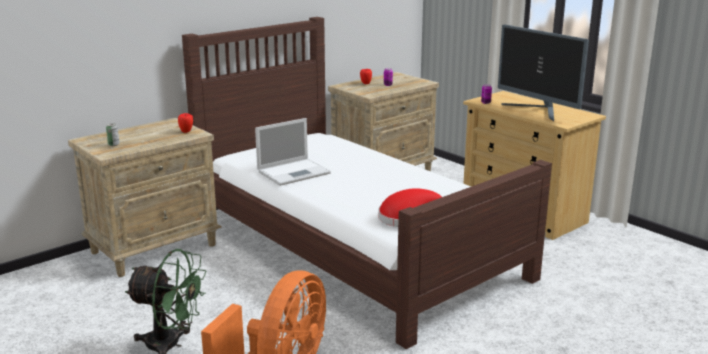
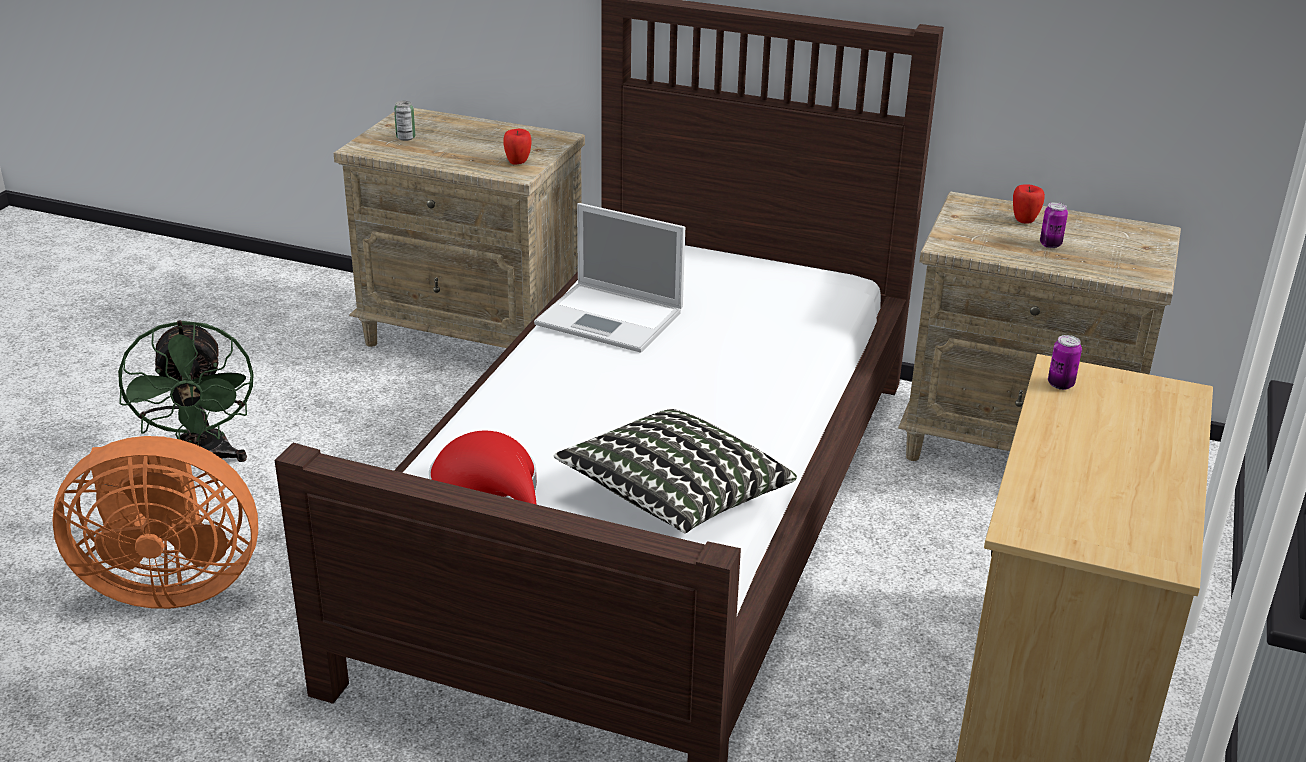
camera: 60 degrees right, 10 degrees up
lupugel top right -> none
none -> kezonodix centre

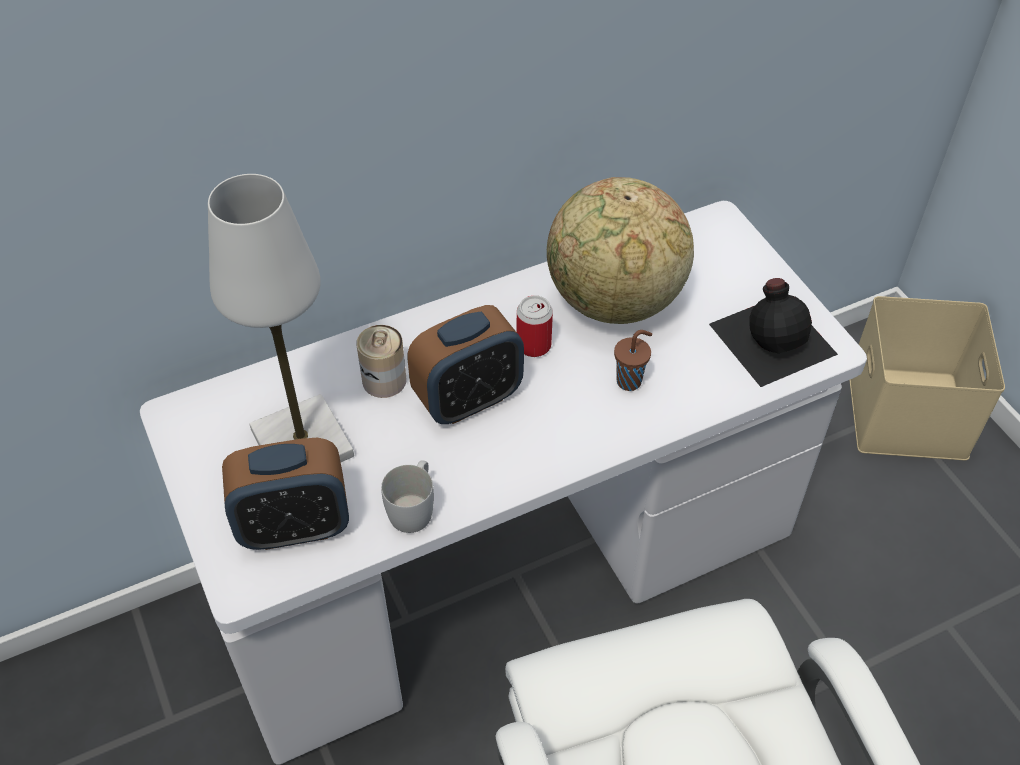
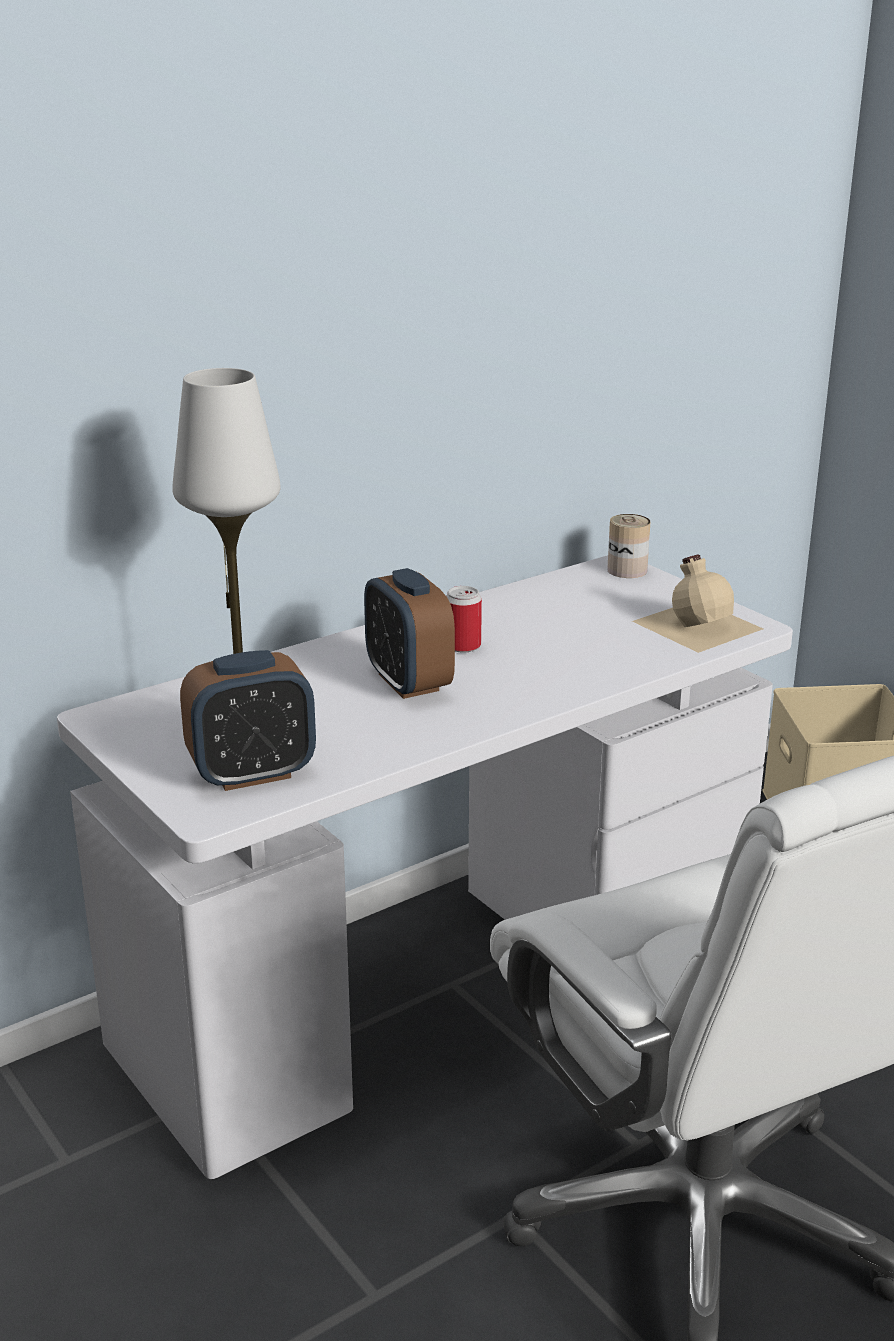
camera: 10 degrees left, 25 degrees down
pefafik (1st from left in the first image) centre -> pefafik (2nd from left) middle right, moved
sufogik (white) centre -> none
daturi (2nd from left) centre, 105 degrees clockwise
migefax top centre -> none
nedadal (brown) centre -> none
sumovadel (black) middle right -> sumovadel (beige) middle right

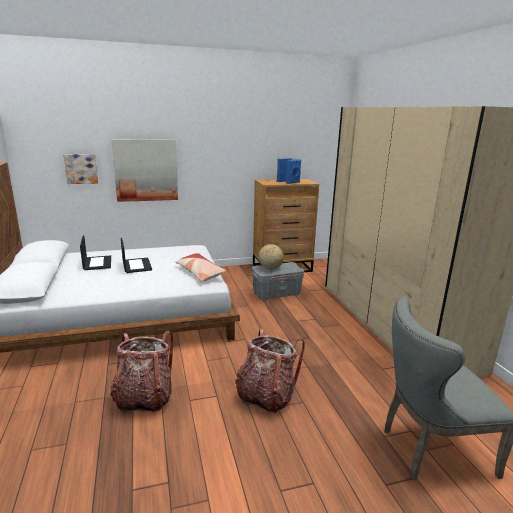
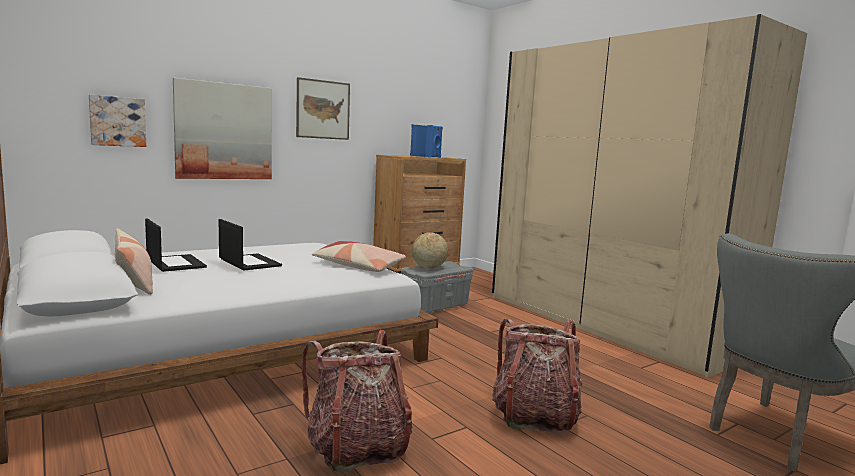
camera: 20 degrees left, 10 degrees down
none -> kezonodix (1st from left) middle left
none -> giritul (3rd from left) top centre

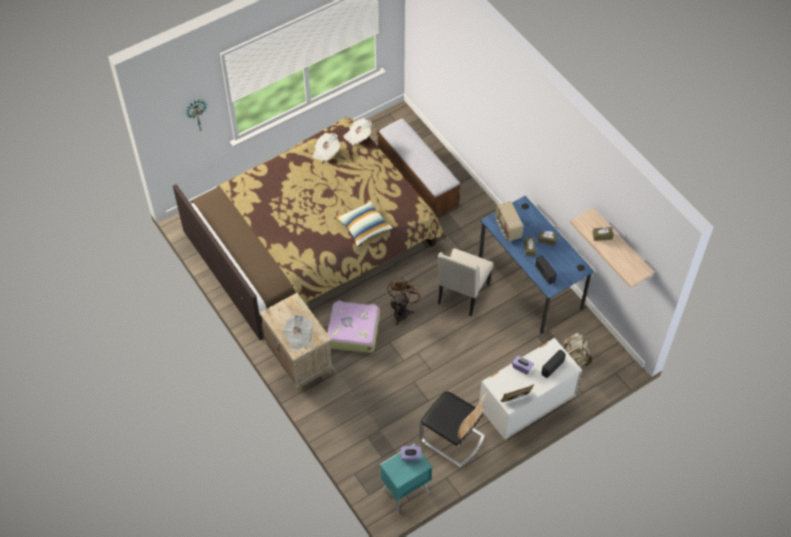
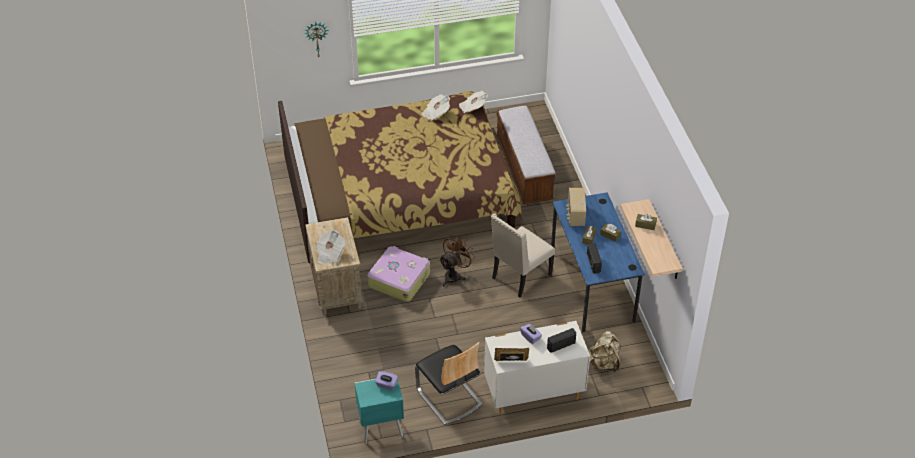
camera: 20 degrees right, 10 degrees down
kezonodix centre -> none

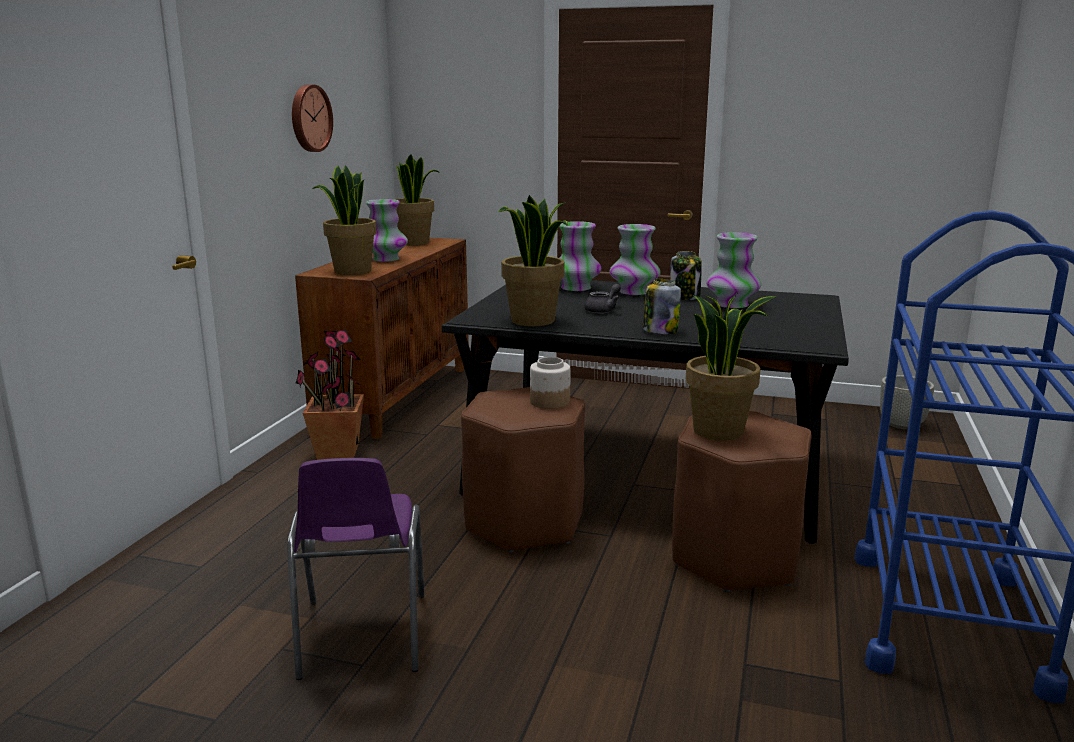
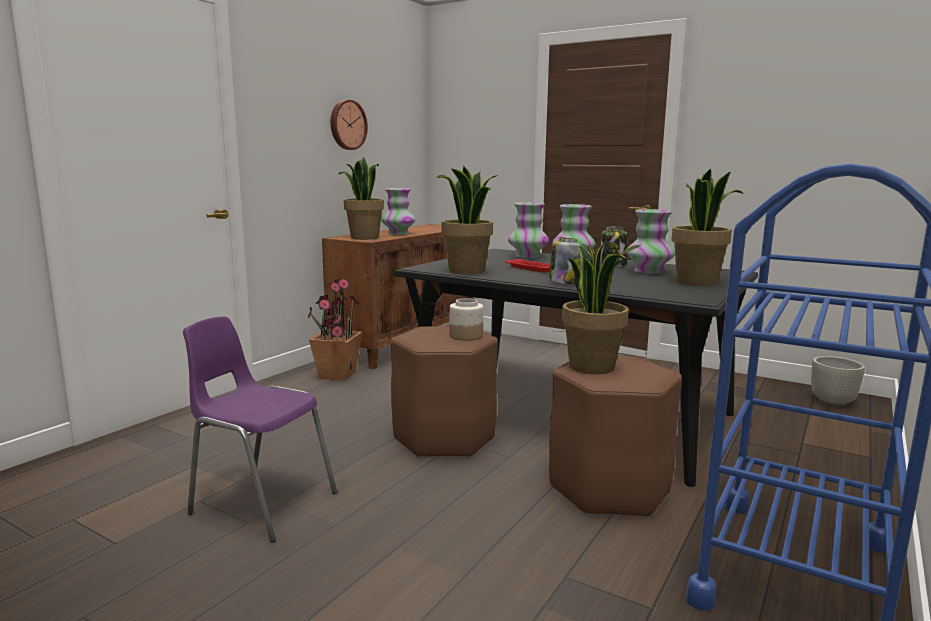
camera: 15 degrees right, 5 degrees down
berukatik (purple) bottom left, 105 degrees clockwise
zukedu (3rd from left in the first image) top centre -> zukedu (5th from left) middle right, moved
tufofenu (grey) centre -> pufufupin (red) centre

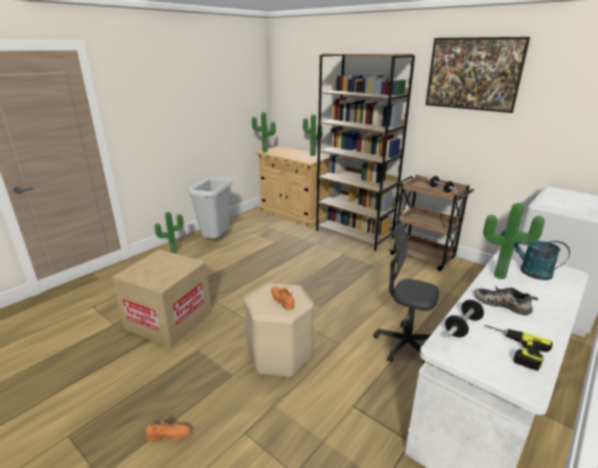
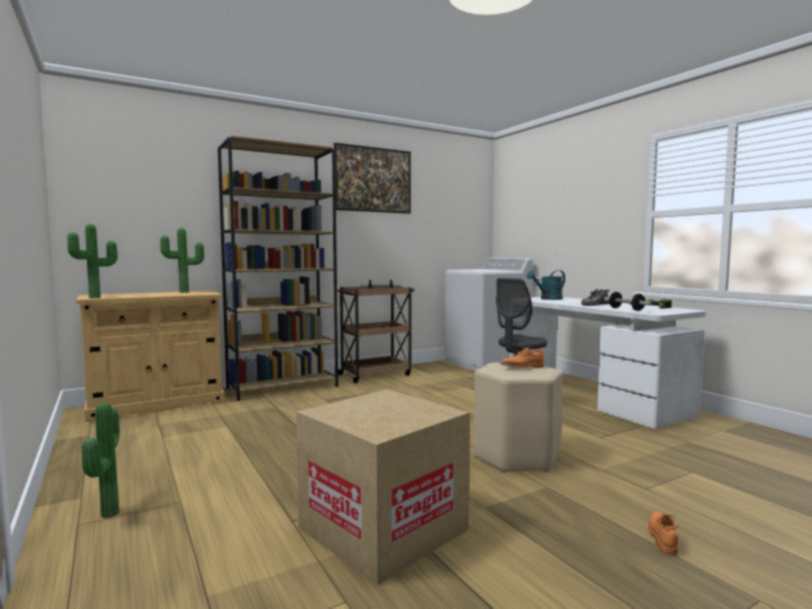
camera: 70 degrees left, 20 degrees down
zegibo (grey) centre -> none
zukedu (4th from left) middle right -> none

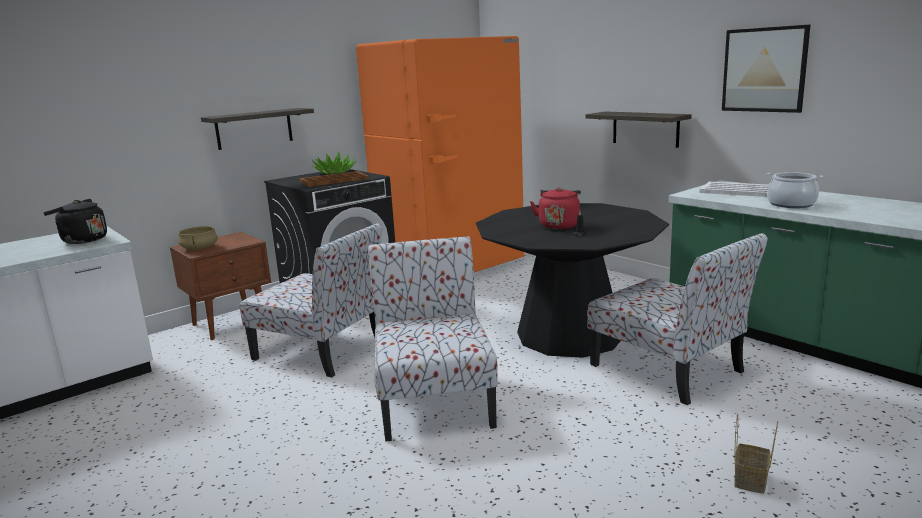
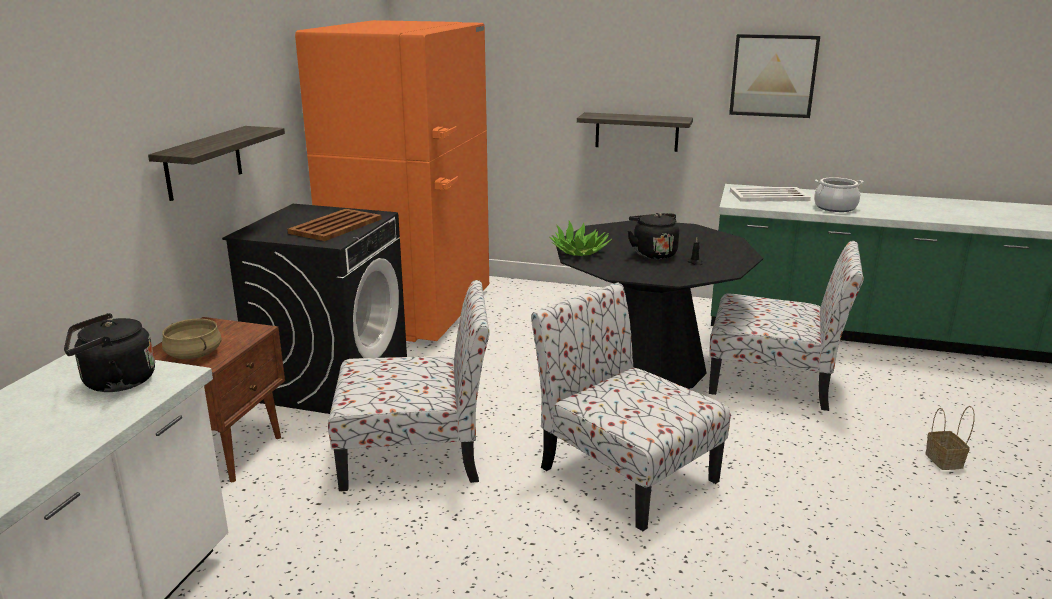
camera: 35 degrees left, 5 degrees up
zukedu top centre -> zukedu centre, moved
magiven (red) centre -> magiven (black) (2nd from left) centre

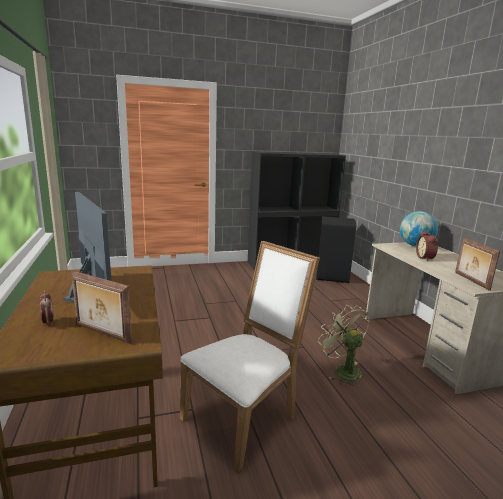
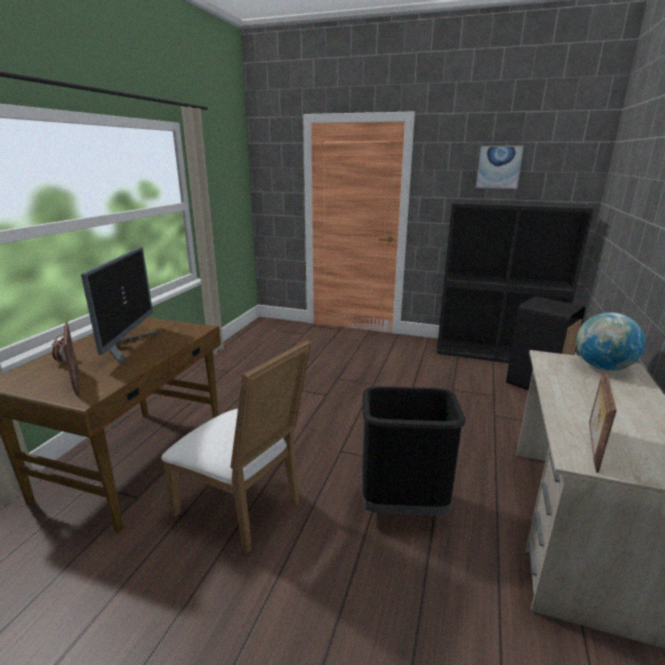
camera: 35 degrees right, 5 degrees up
berukatik (white) bottom centre, 45 degrees clockwise
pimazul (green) bottom right -> zegibo (black) (1st from left) bottom centre
daturi (2nd from left) middle right -> none
none -> giritul top right

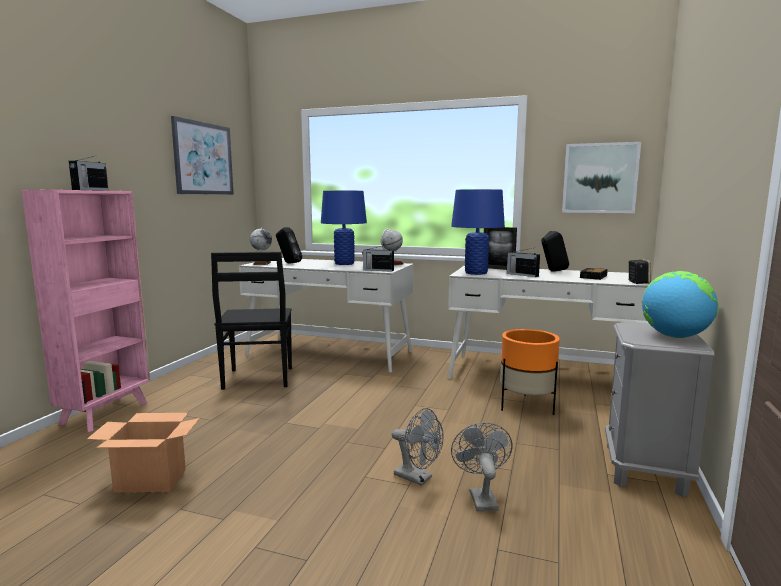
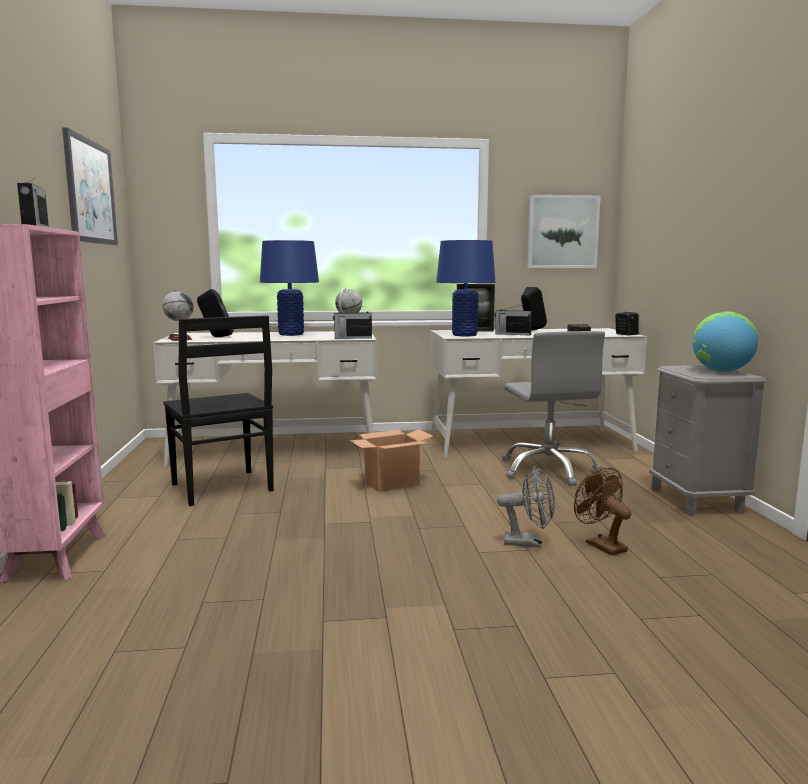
camera: 25 degrees left, 0 degrees up
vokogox bottom left -> vokogox centre, moved
pimazul (grey) (2nd from left) bottom centre -> pimazul (brown) middle right
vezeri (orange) middle right -> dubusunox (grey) middle right

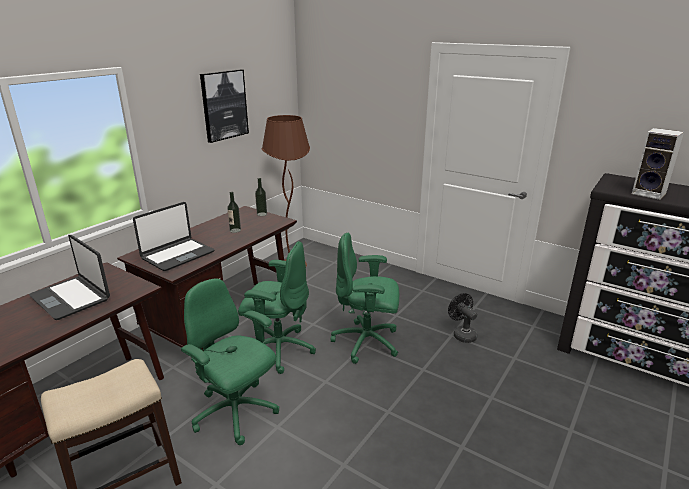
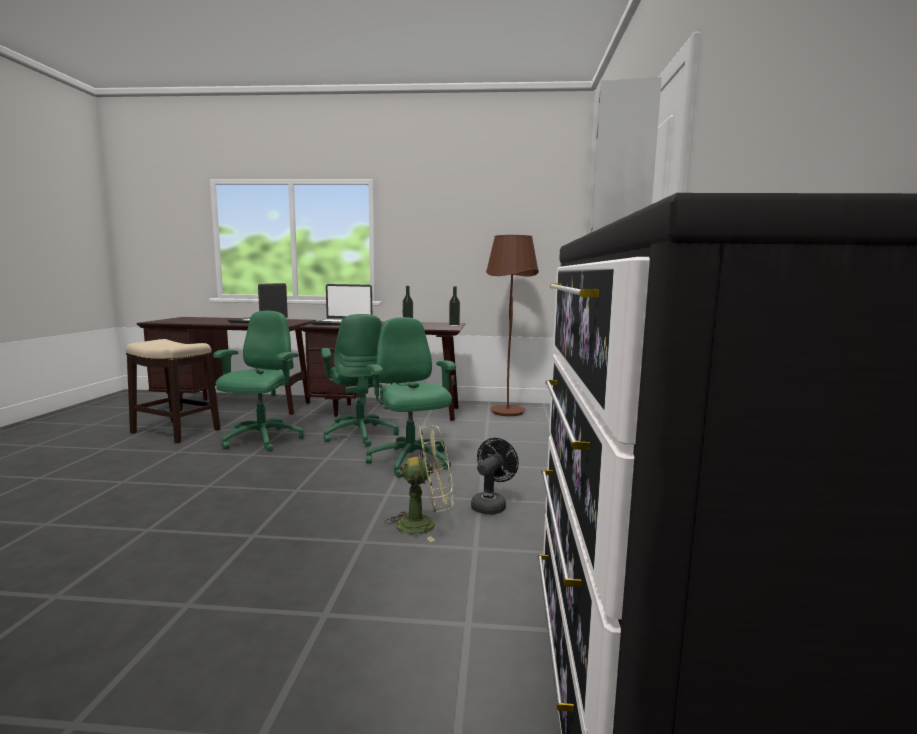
camera: 60 degrees right, 15 degrees down
giritul top left -> none
none -> pimazul (green) centre

